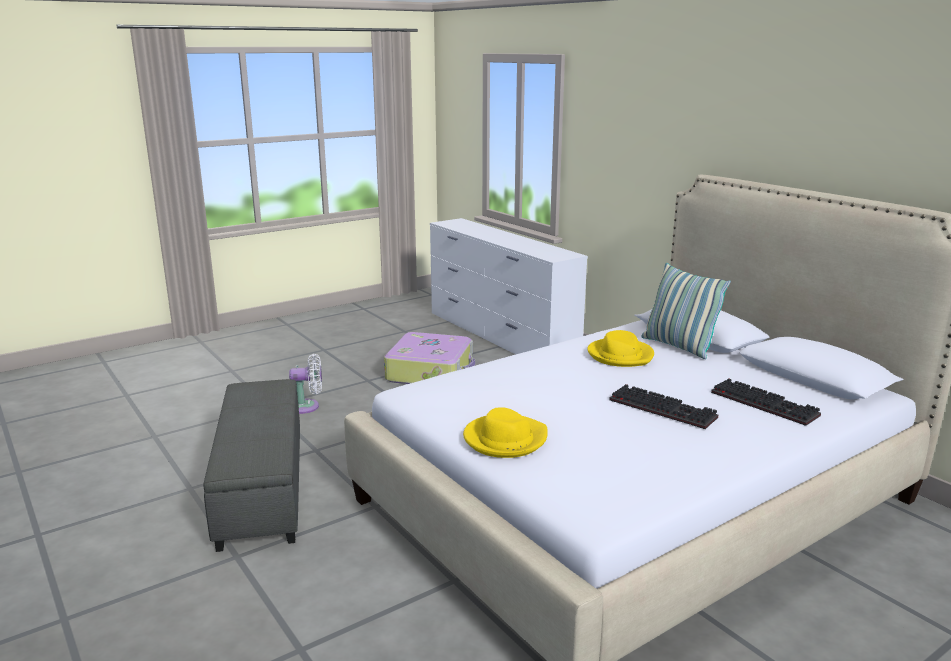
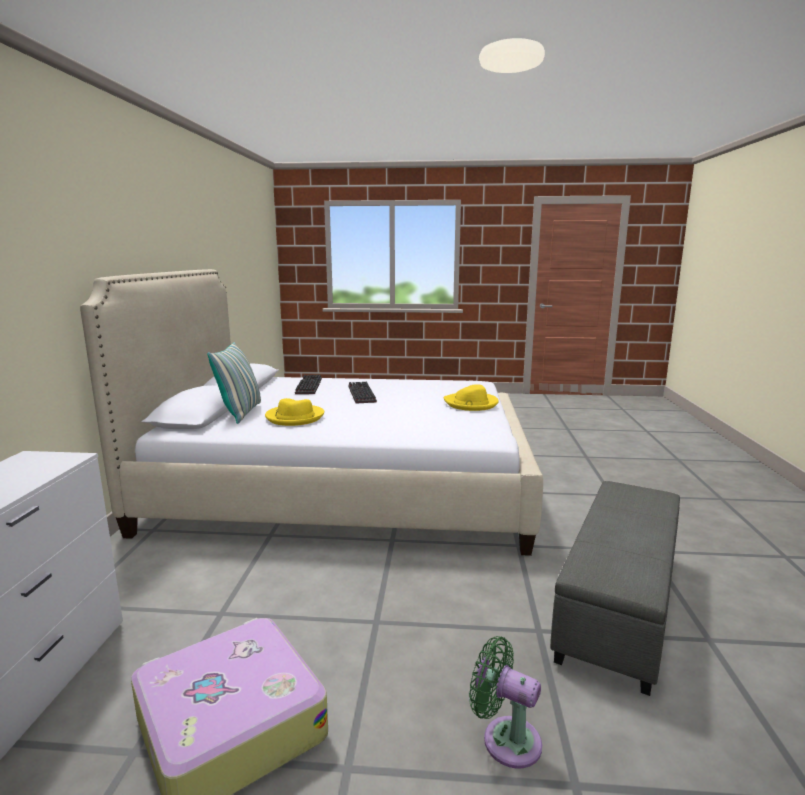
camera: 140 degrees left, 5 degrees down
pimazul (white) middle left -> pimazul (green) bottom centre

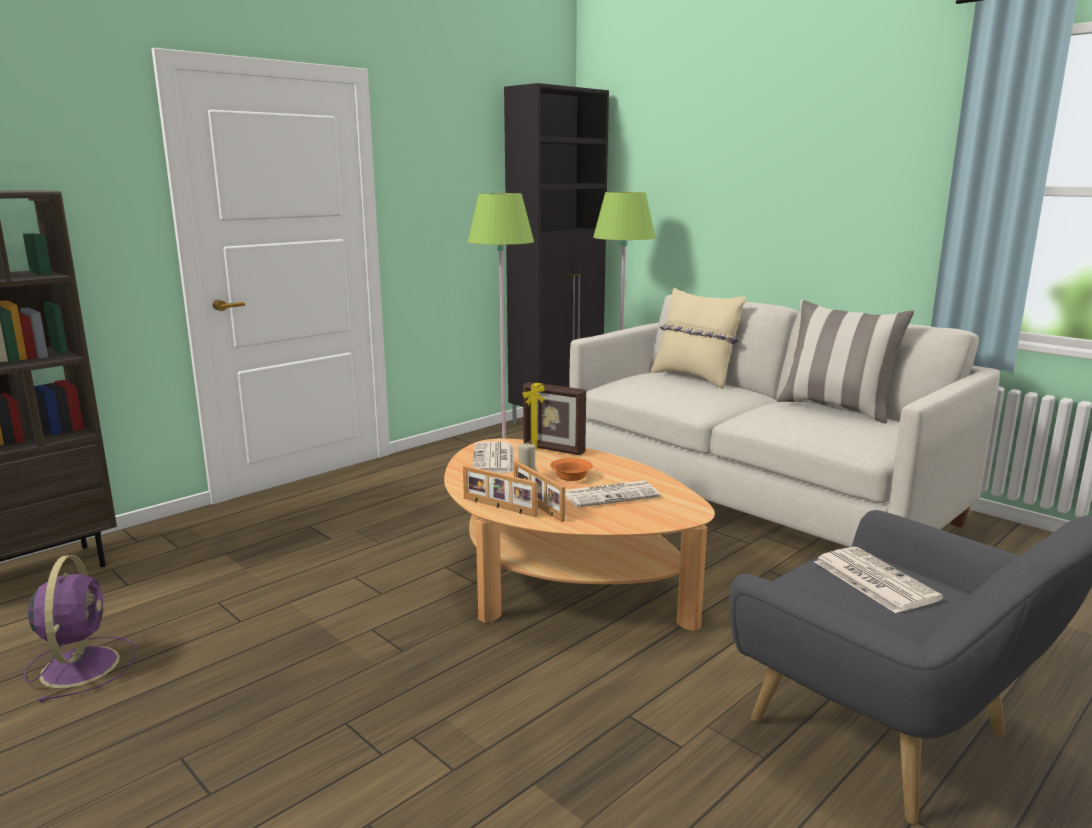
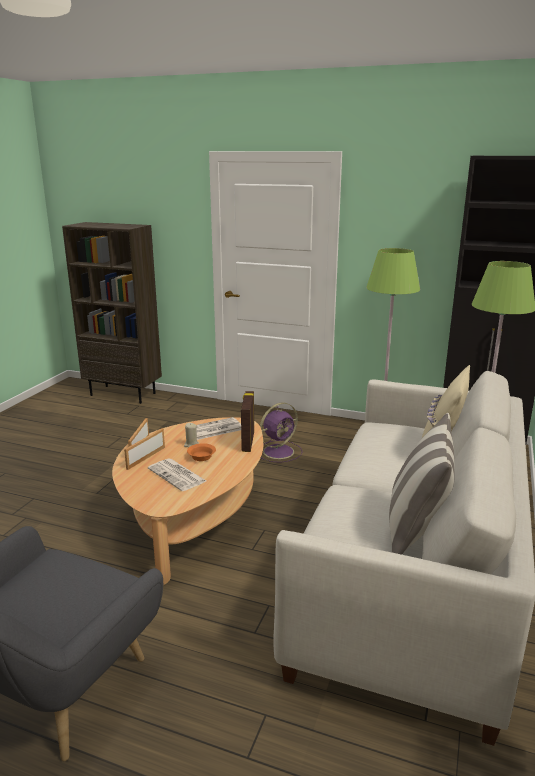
camera: 65 degrees right, 5 degrees up
pimazul (purple) bottom left -> pimazul (purple) centre, moved
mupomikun (3rd from left) bottom right -> none

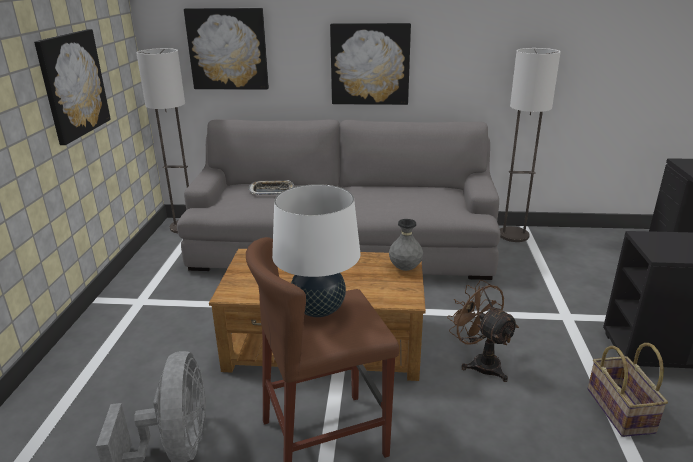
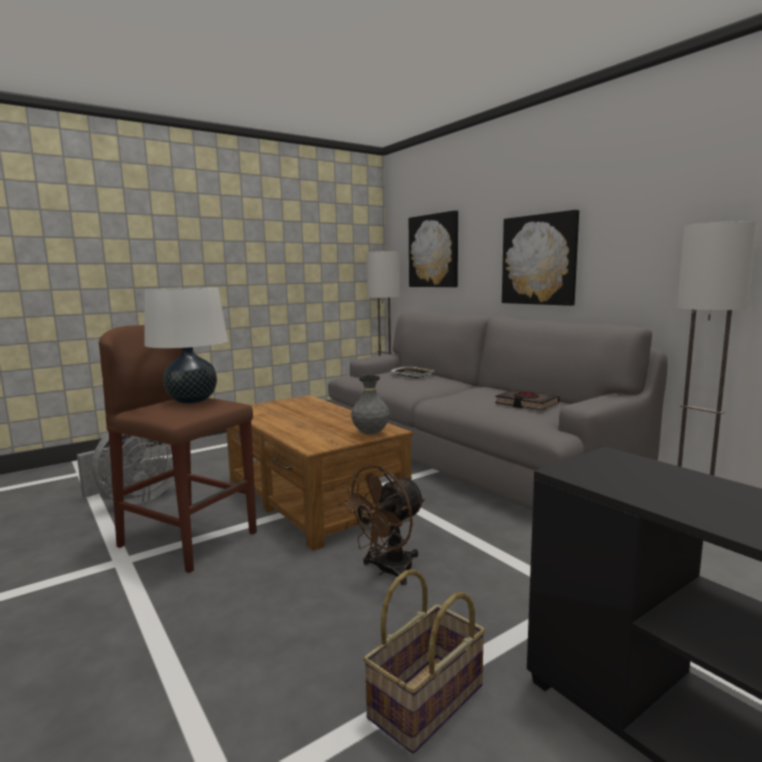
camera: 50 degrees right, 15 degrees down
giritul (1st from left) top left -> none
pimazul (brown) bottom right -> pimazul (brown) bottom centre, 150 degrees counterclockwise
none -> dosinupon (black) middle right

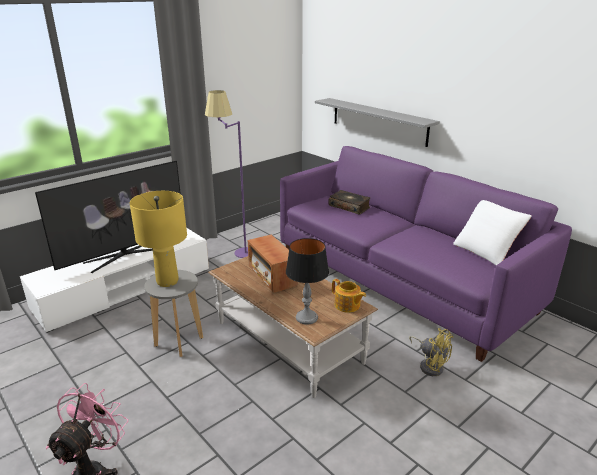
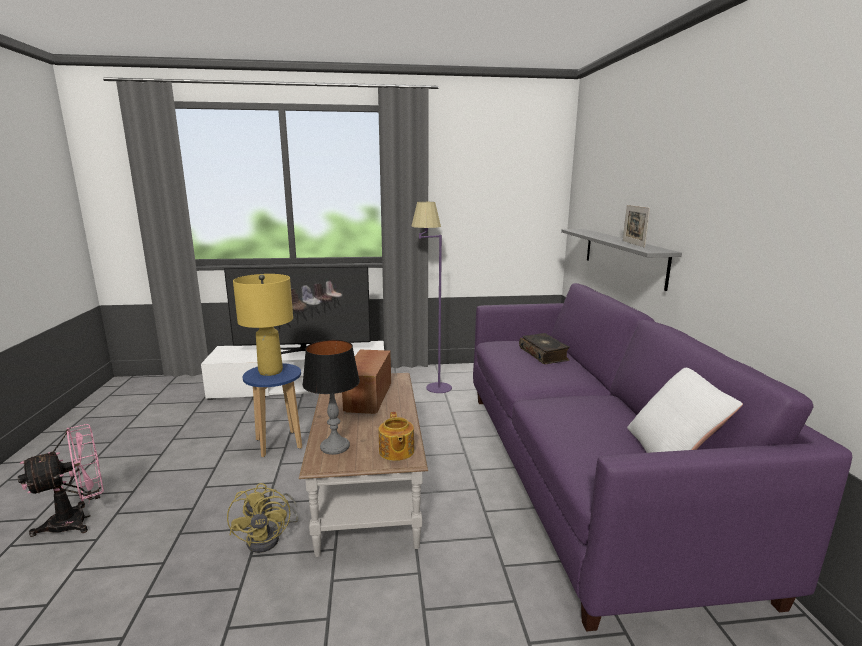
camera: 35 degrees right, 10 degrees down
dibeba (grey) middle left -> dibeba (blue) middle left
pimazul (yellow) bottom right -> pimazul (yellow) bottom left, moved
none -> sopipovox middle right

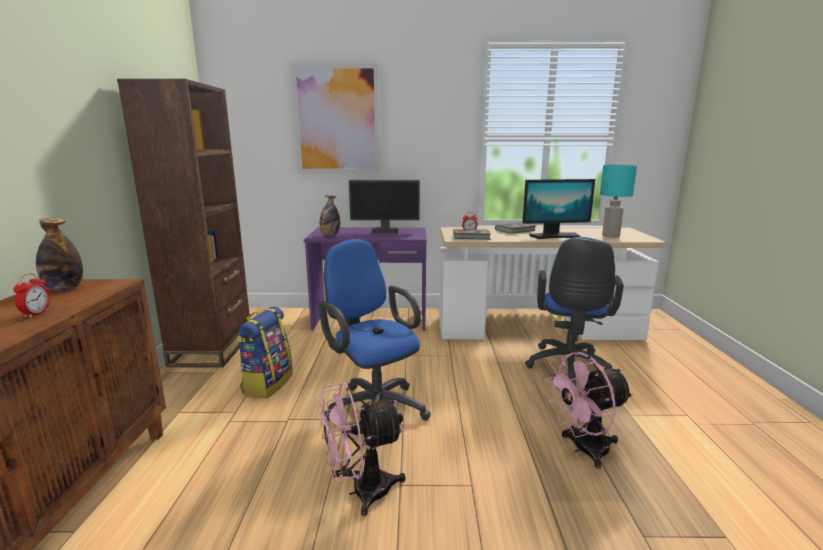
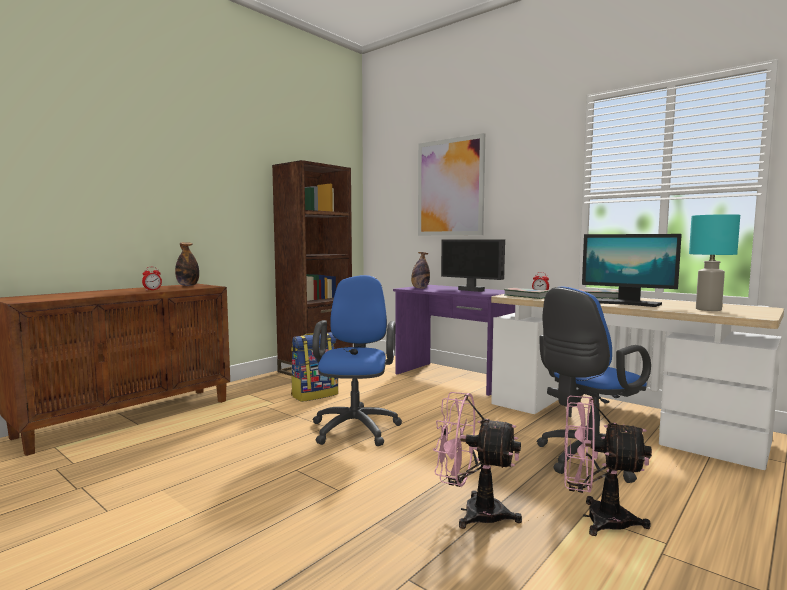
camera: 40 degrees right, 10 degrees down
pimazul (pink) (1st from left in the first image) bottom centre -> pimazul (pink) (2nd from left) bottom right, moved

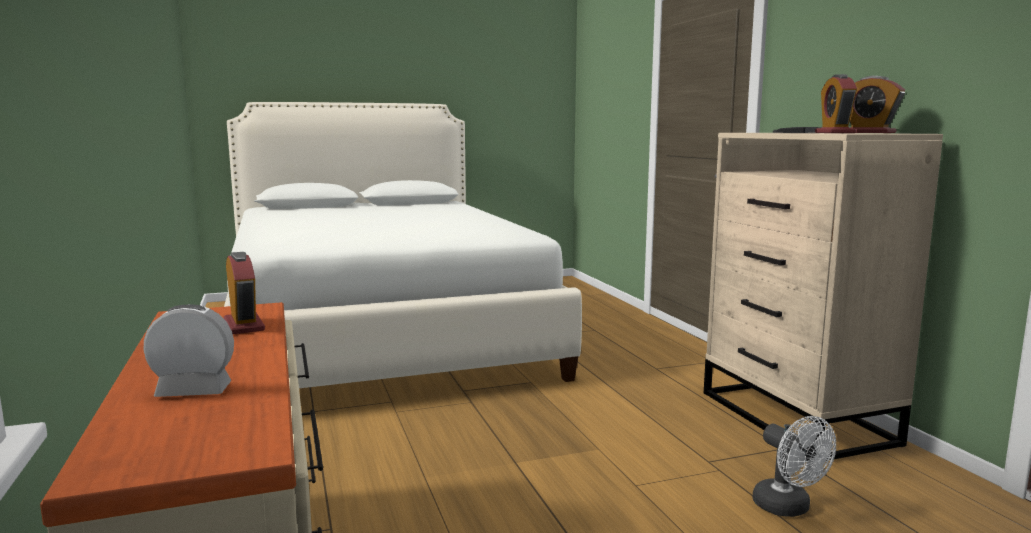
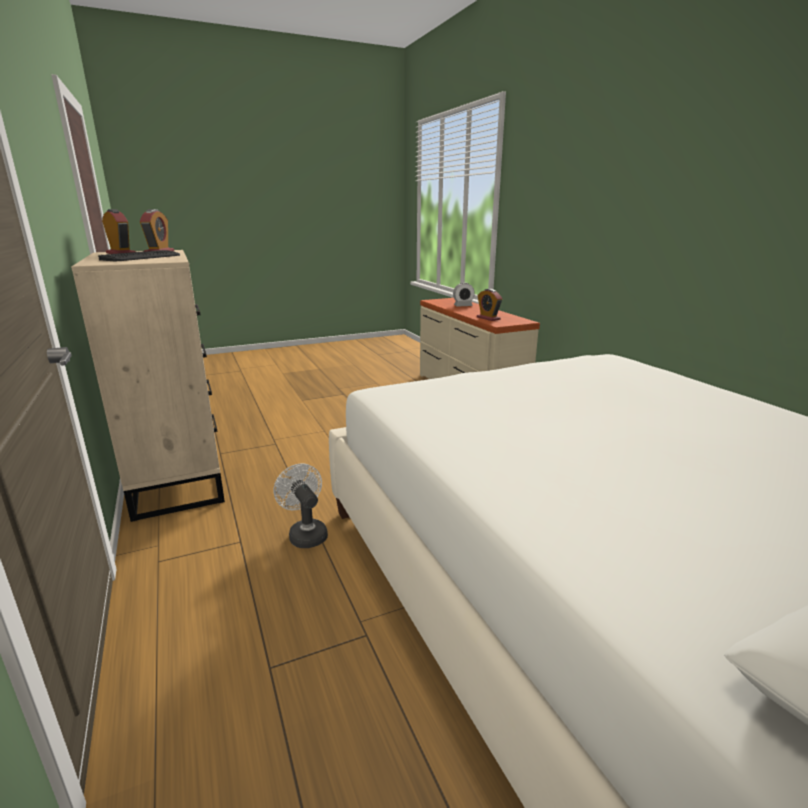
camera: 175 degrees right, 10 degrees up
pimazul (white) bottom right -> pimazul (white) centre, moved

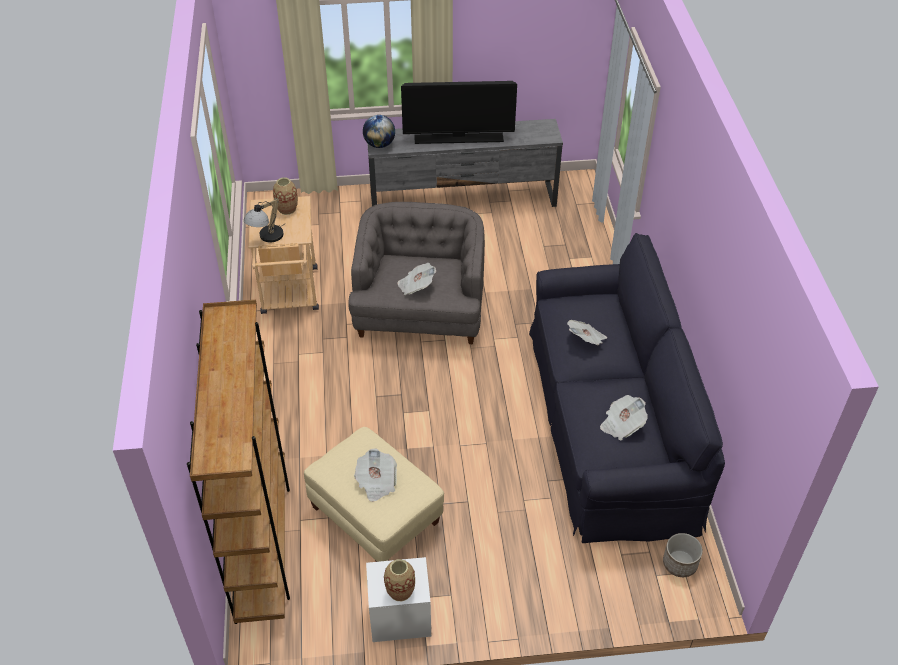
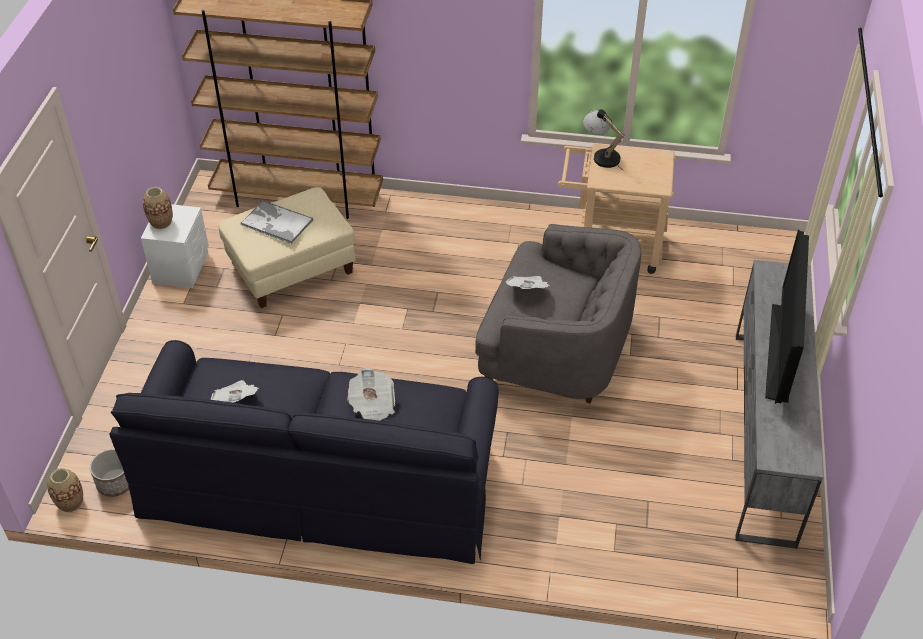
camera: 105 degrees right, 0 degrees up
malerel (1st from left) top left -> malerel (1st from left) bottom left, moved
mupomikun (1st from left) bottom centre -> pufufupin middle left
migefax top centre -> none

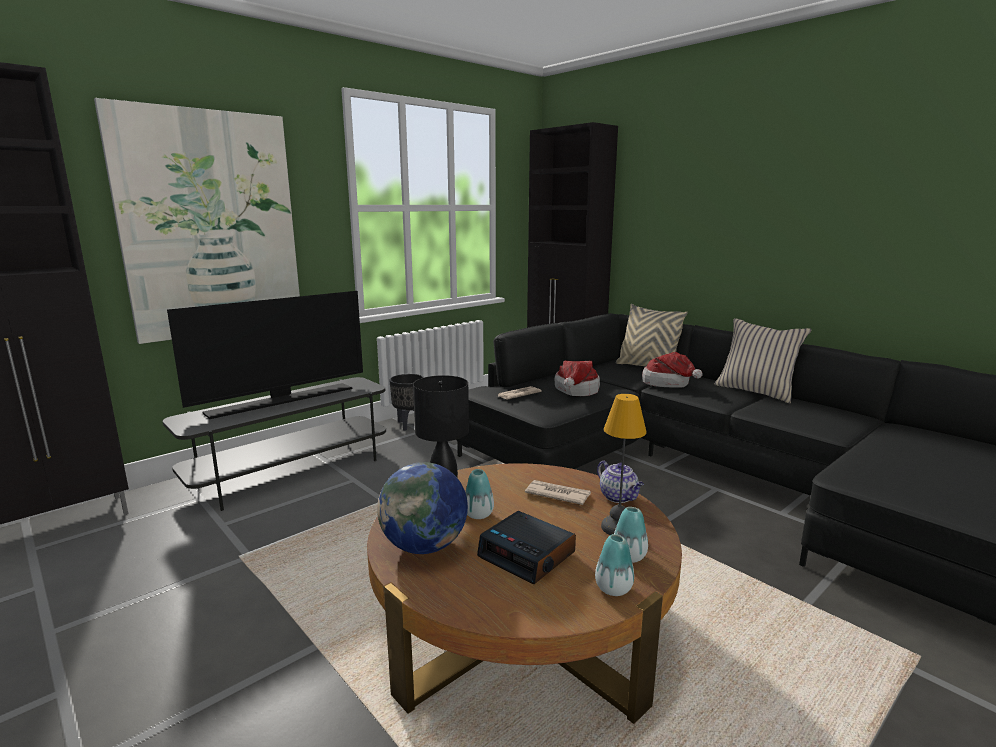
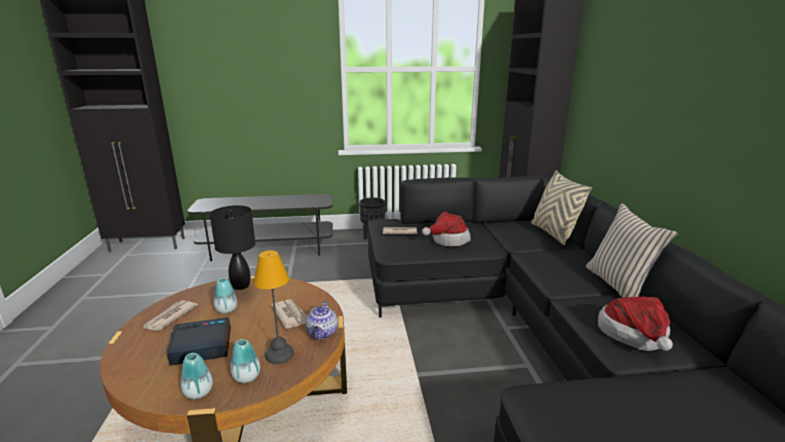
camera: 35 degrees right, 5 degrees up
giritul top left -> none
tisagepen middle left -> none
migefax bottom centre -> mupomikun (1st from left) bottom left
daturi bottom centre -> daturi bottom left, 90 degrees clockwise
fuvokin (2nd from left) middle right -> fuvokin (2nd from left) bottom right, moved

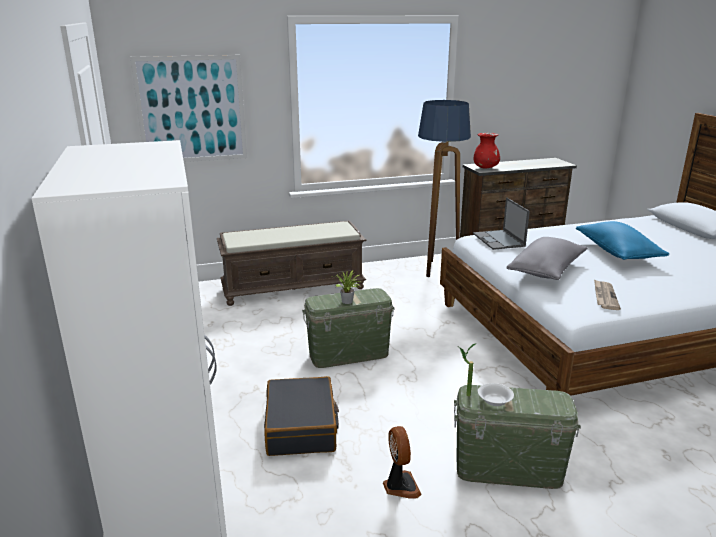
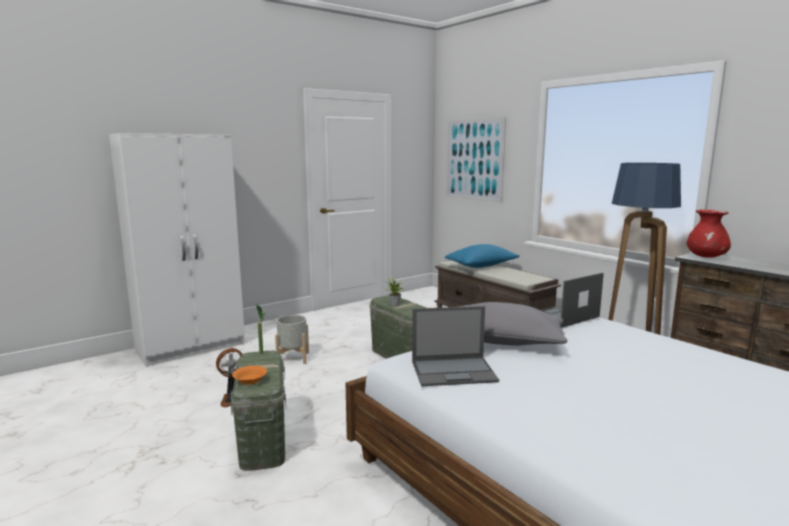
camera: 70 degrees right, 10 degrees down
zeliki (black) bottom centre -> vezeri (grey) centre
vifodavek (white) bottom right -> none
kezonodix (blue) middle right -> kezonodix (blue) centre, moved
mupomikun middle right -> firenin (1st from left) centre
none -> vifodavek (orange) bottom left

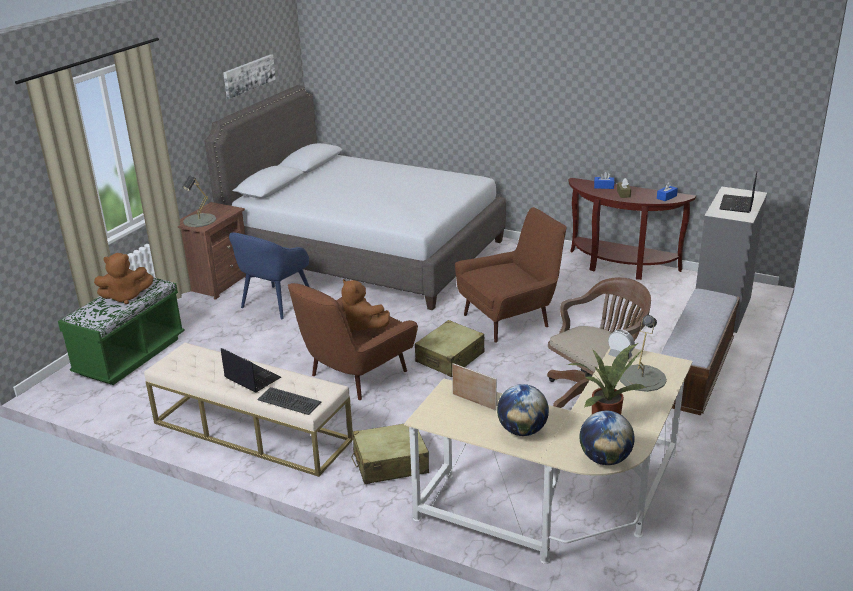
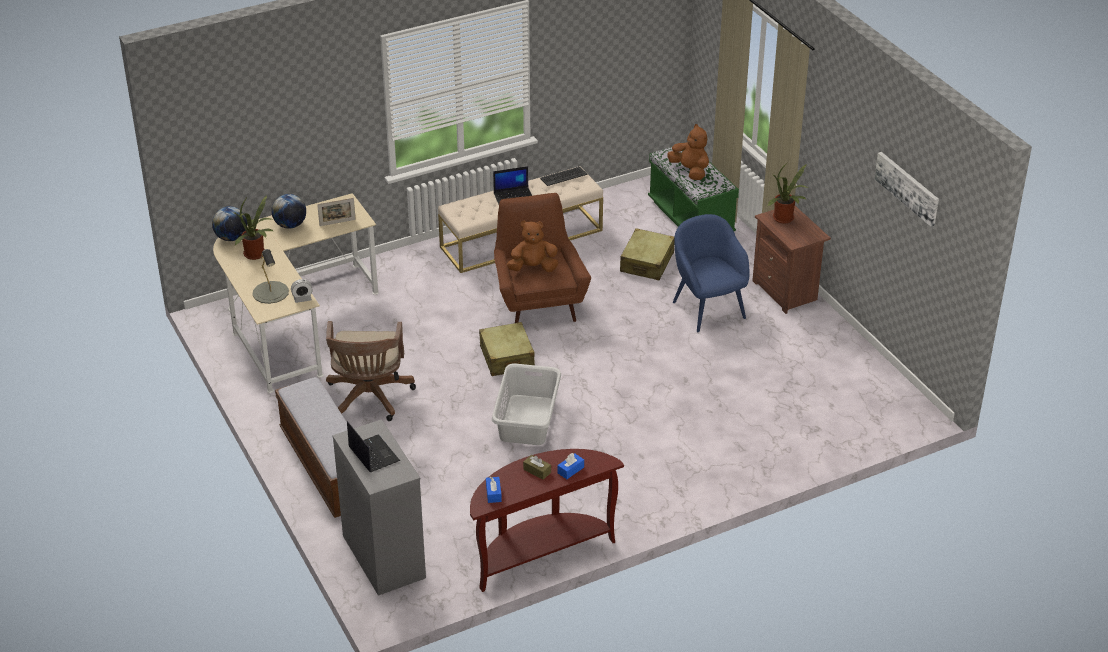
camera: 125 degrees right, 10 degrees up
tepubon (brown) (1st from left in the first image) middle left -> tepubon (brown) (2nd from left) top centre, 120 degrees clockwise
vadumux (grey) (1st from left) middle left -> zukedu (2nd from left) top right
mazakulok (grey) centre -> none
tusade bottom centre -> tusade top centre, moved
zeliki (beige) (1st from left in the first image) bottom centre -> zeliki (beige) (2nd from left) centre, moved
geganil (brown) (2nd from left) centre -> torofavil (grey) centre

